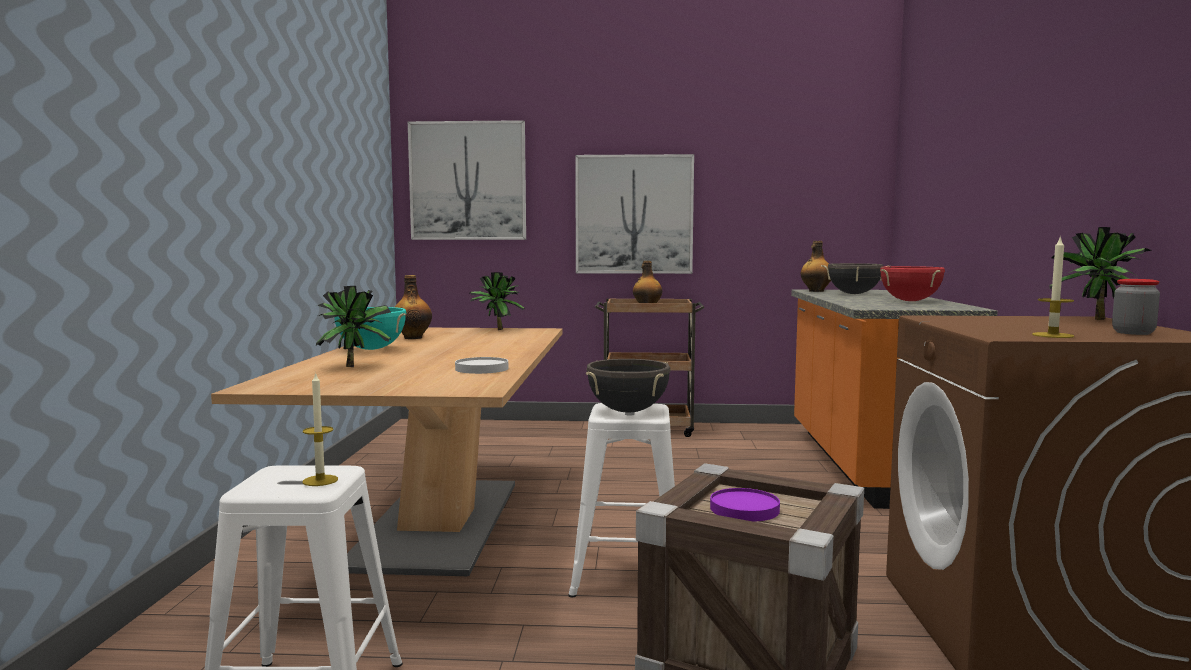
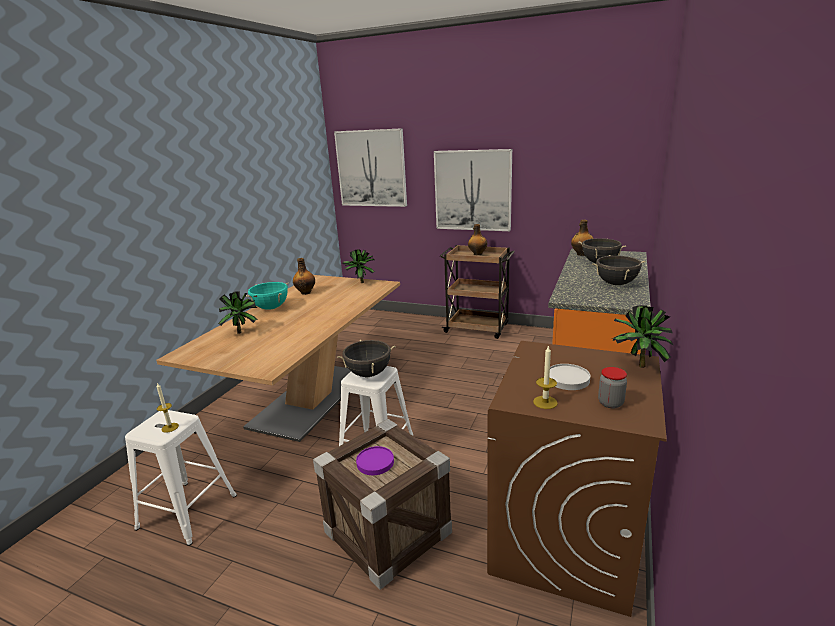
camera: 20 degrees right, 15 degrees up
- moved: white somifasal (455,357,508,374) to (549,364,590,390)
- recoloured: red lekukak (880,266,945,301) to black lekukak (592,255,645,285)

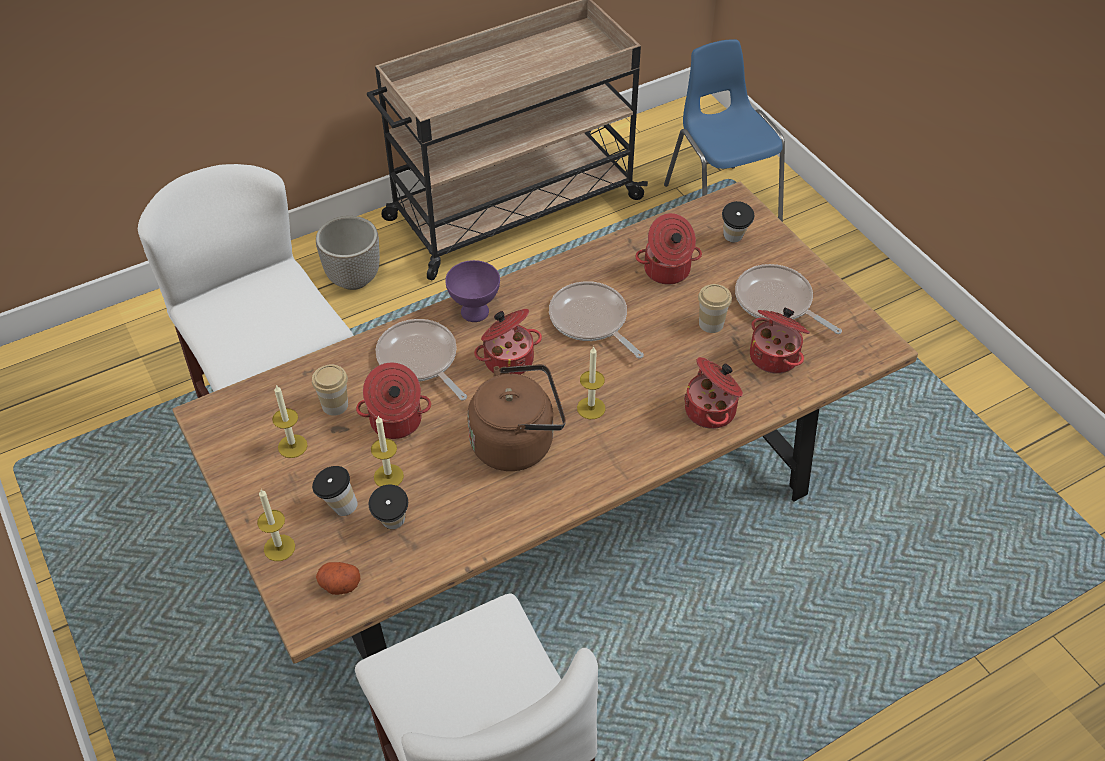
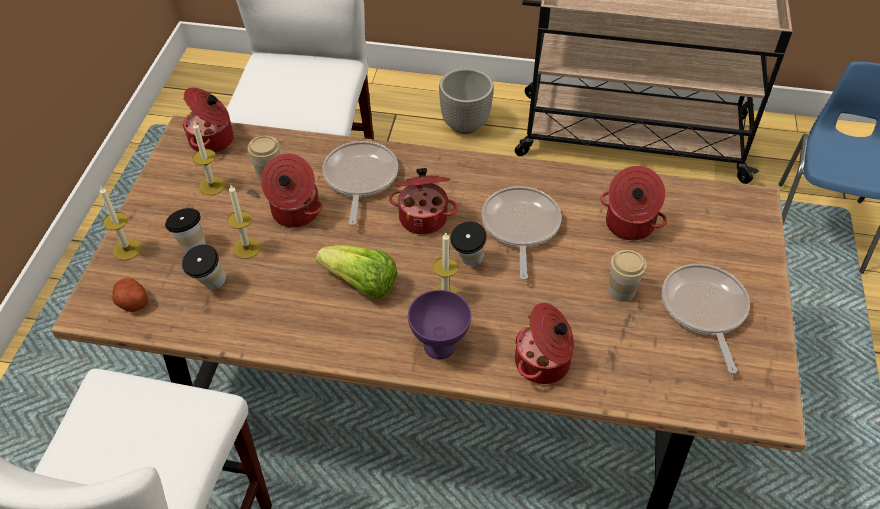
camera: 40 degrees right, 0 degrees up
- moved: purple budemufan (445,260,500,322) to (408,290,471,359)
- moved: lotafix (722,201,754,243) to (450,222,487,266)
- moved: lekukak (750,307,810,374) to (182,87,233,153)
- replaced: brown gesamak (467,364,566,471) to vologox (316,245,397,298)

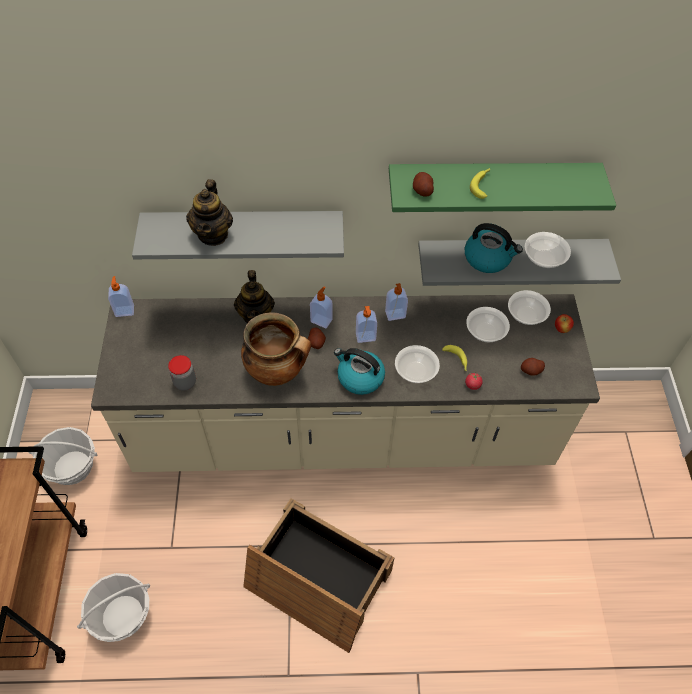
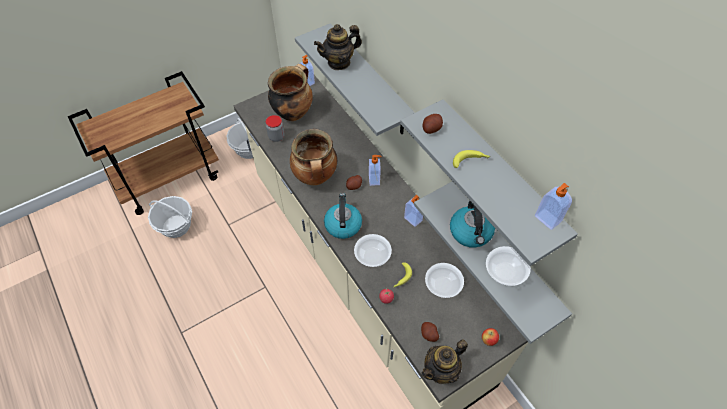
camera: 60 degrees right, 0 degrees up
- removed: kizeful (243,498,395,653)
- removed: budemufan (508,290,551,325)
- added: lekukak (268,64,313,121)
- moved: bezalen (234,270,275,323) to (421,339,468,384)
- moved: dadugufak (356,306,377,343) to (535,183,572,230)
- recoloured: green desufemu (389,163,616,212) to grey desufemu (400,99,578,266)

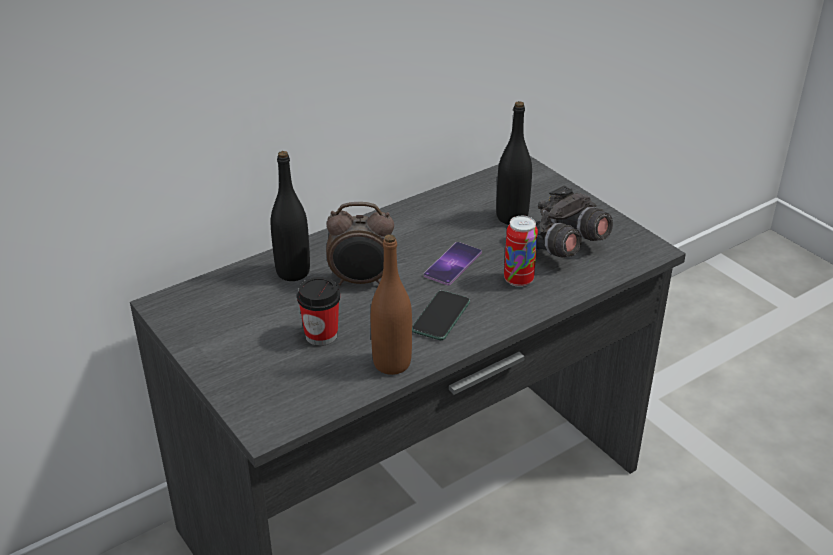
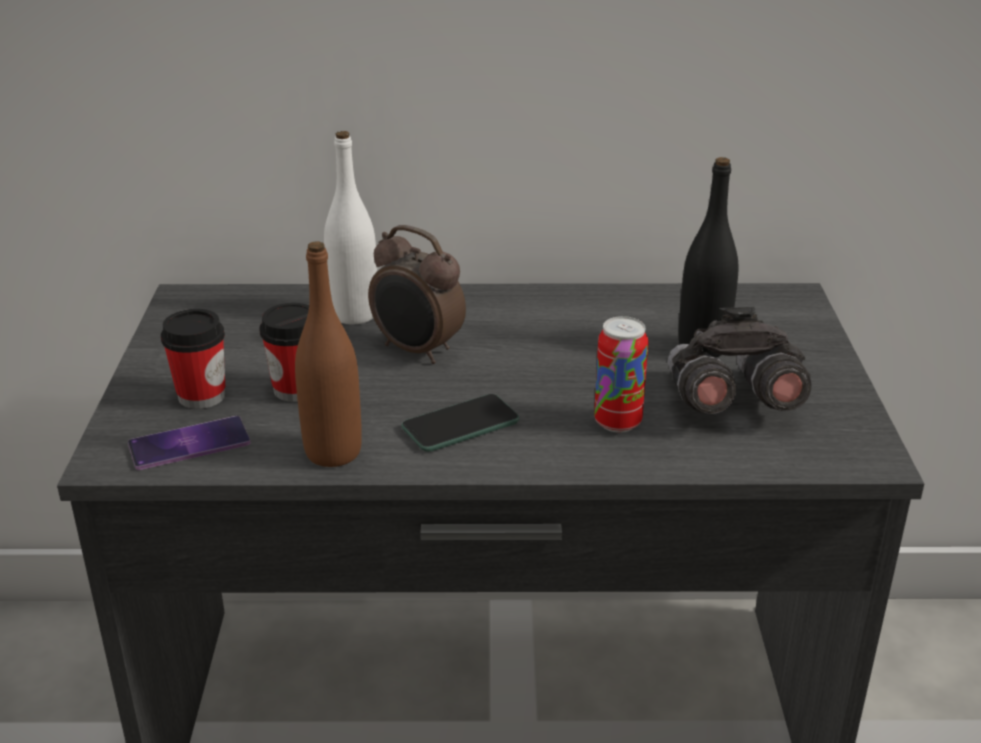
camera: 35 degrees right, 5 degrees down
- added: lotafix (161,309,225,409)
- moved: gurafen (424,242,482,286) to (128,416,250,470)
- recoloured: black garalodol (271,151,310,281) to white garalodol (324,131,377,325)

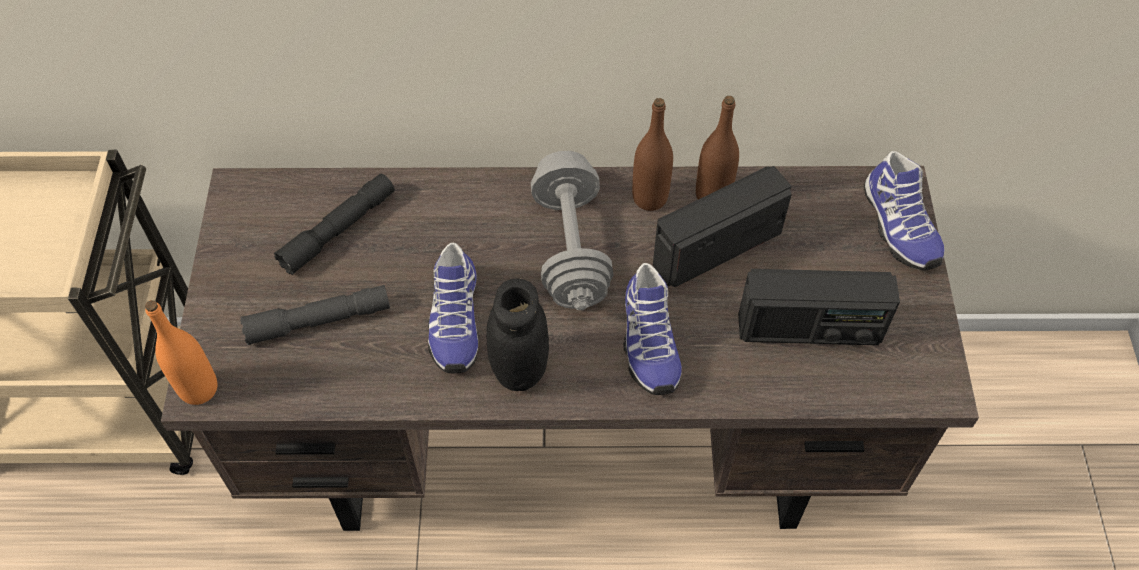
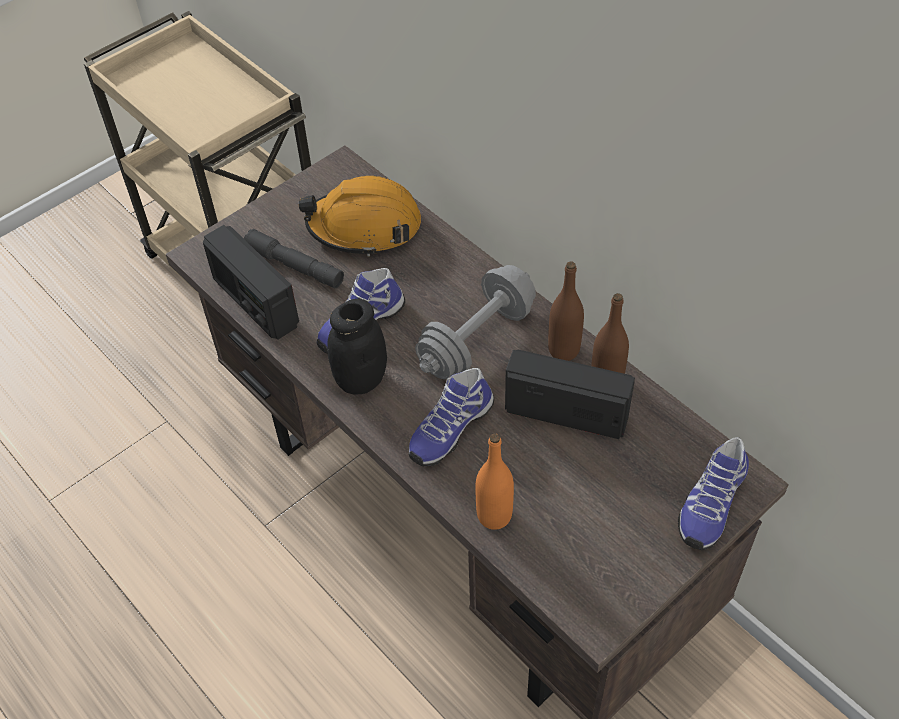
camera: 50 degrees right, 5 degrees down
- moved: orange garalodol (145,300,218,405) to (475,433,514,530)
- moved: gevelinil (738,269,900,345) to (203,225,299,340)
- replaced: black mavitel (274,174,395,275) to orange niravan (299,176,421,256)

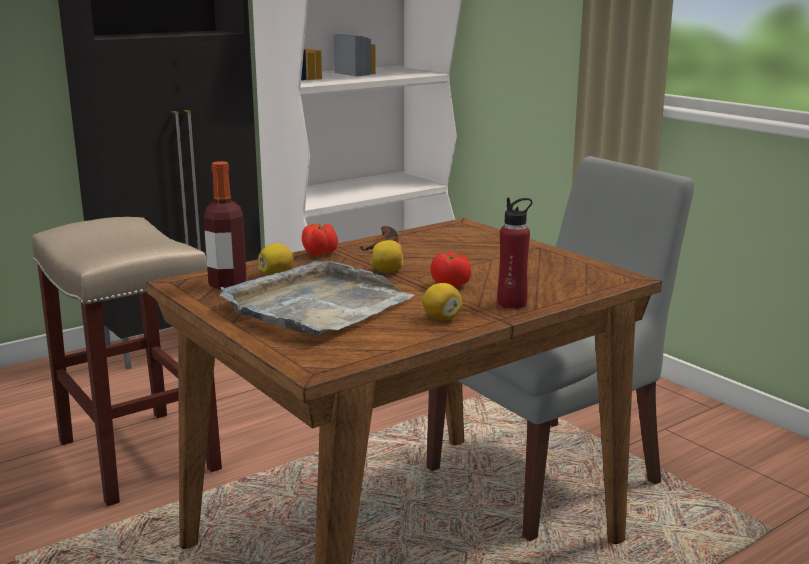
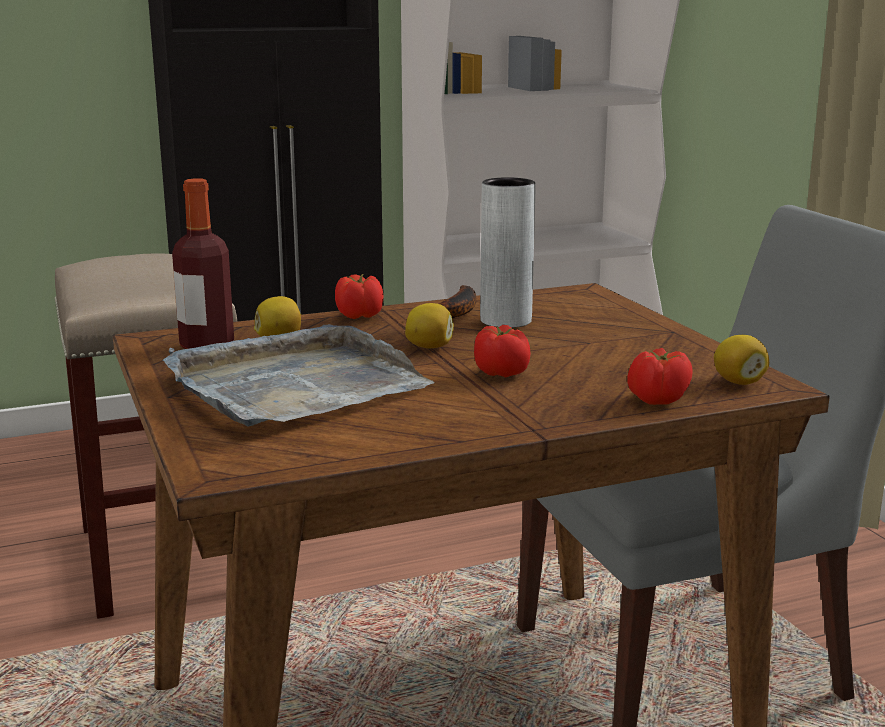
camera: 15 degrees right, 0 degrees up
- removed: red garalodol (497,198,532,309)
- added: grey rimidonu (480,177,536,328)
- added: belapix (627,348,693,405)
- moved: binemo (422,283,463,320) to (714,335,769,385)

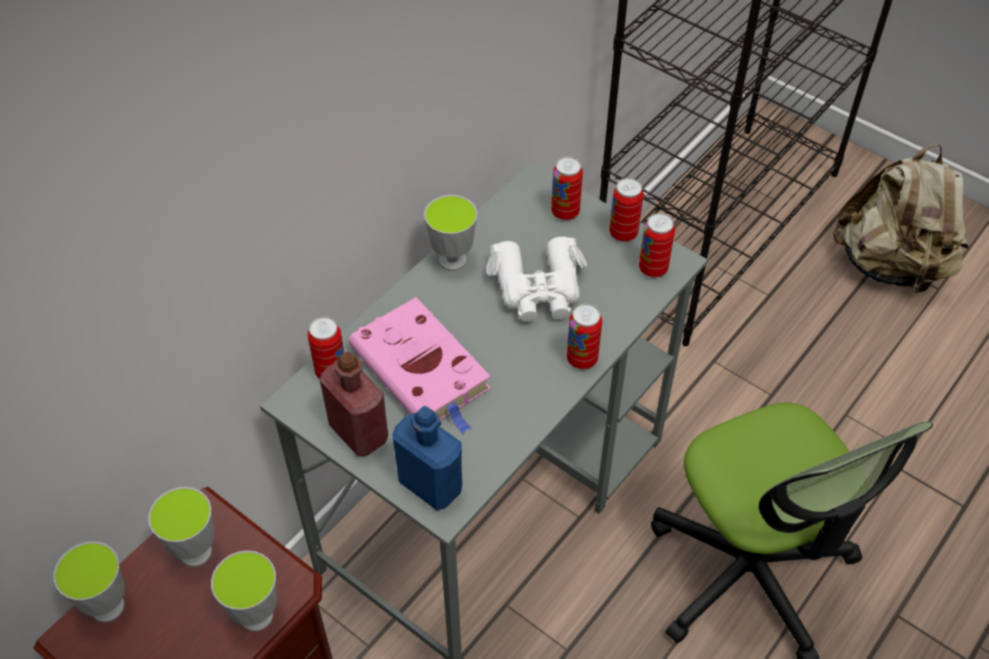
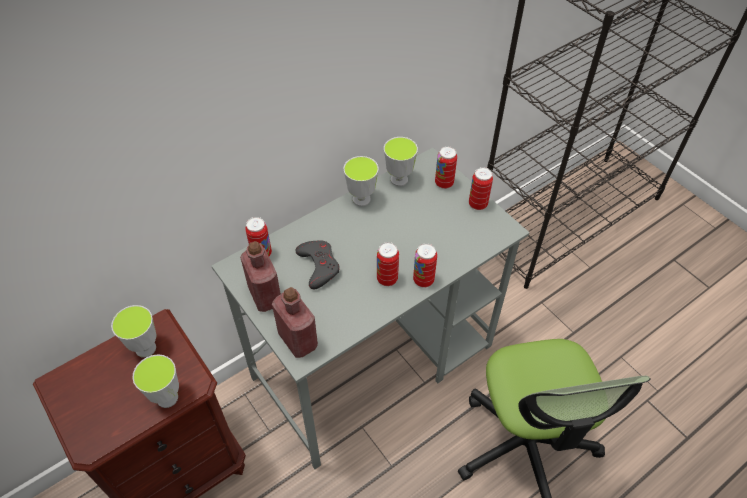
camera: 15 degrees right, 0 degrees up
- removed: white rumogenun (486,237,587,322)
- removed: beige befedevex (833,144,969,296)
- moved: lotafix (54,542,125,622) to (384,137,418,186)
- moved: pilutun (639,213,675,278) to (377,242,399,286)
- replaced: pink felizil (349,297,491,434) to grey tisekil (295,240,340,289)
- recoloured: blue garalodol (393,406,462,510) to red garalodol (272,287,318,358)

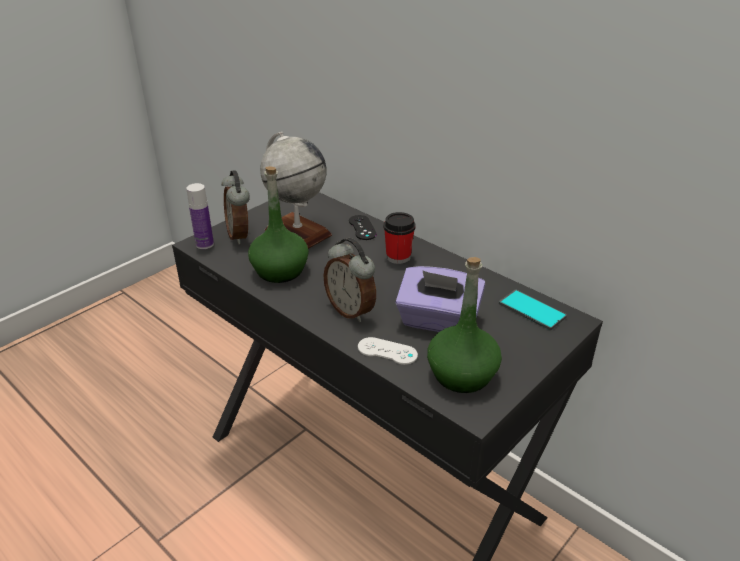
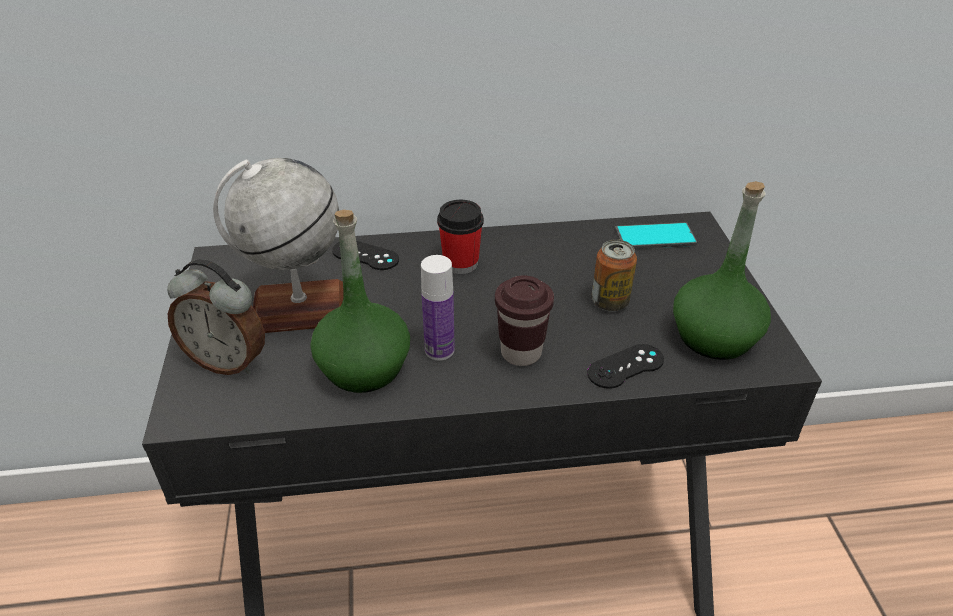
camera: 50 degrees left, 5 degrees up
- moved: garalodol (186,183,214,249) to (421,255,455,360)
- replaced: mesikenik (324,238,376,322) to brown lotafix (495,276,554,366)
- replaced: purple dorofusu (395,266,485,332) to pilutun (591,239,637,311)
- recoloured: white tisekil (358,337,418,365) to black tisekil (587,344,664,389)

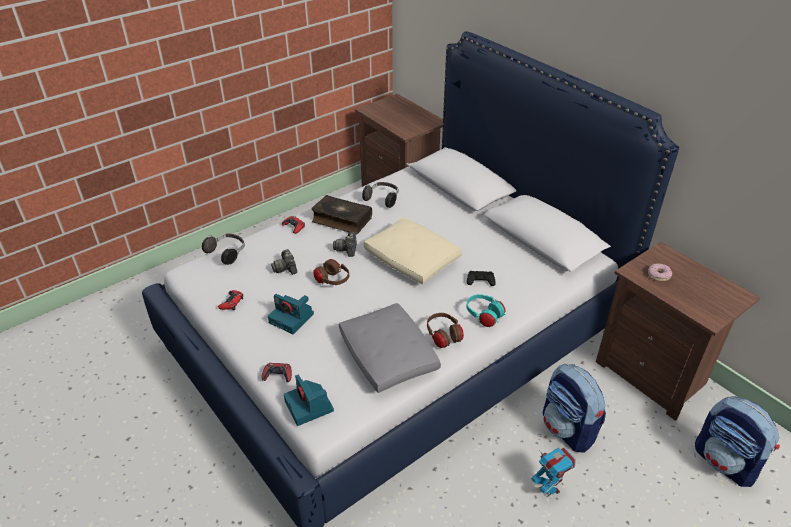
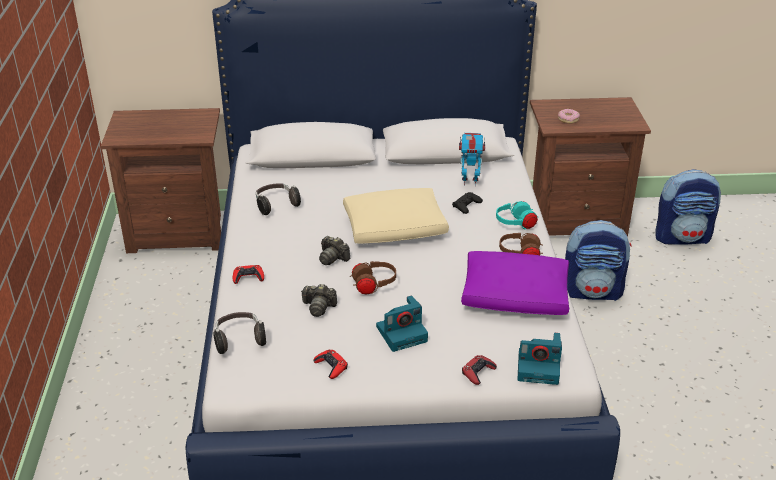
camera: 55 degrees left, 5 degrees down
- removed: felizil (311,195,372,234)
- moved: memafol (532,447,576,497) to (459,133,485,187)
- recoloured: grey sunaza (339,303,441,393) to purple sunaza (461,251,569,315)

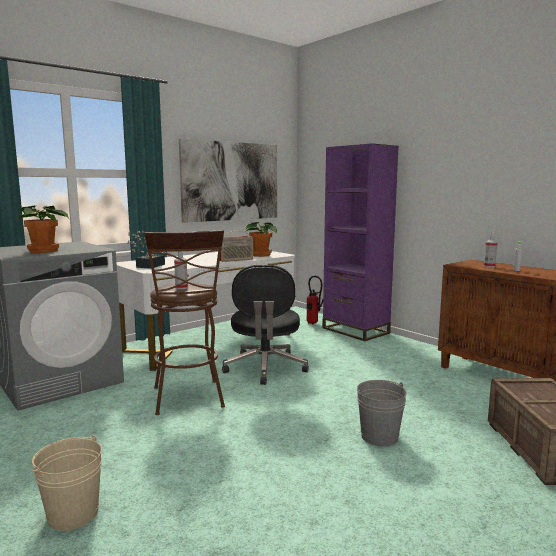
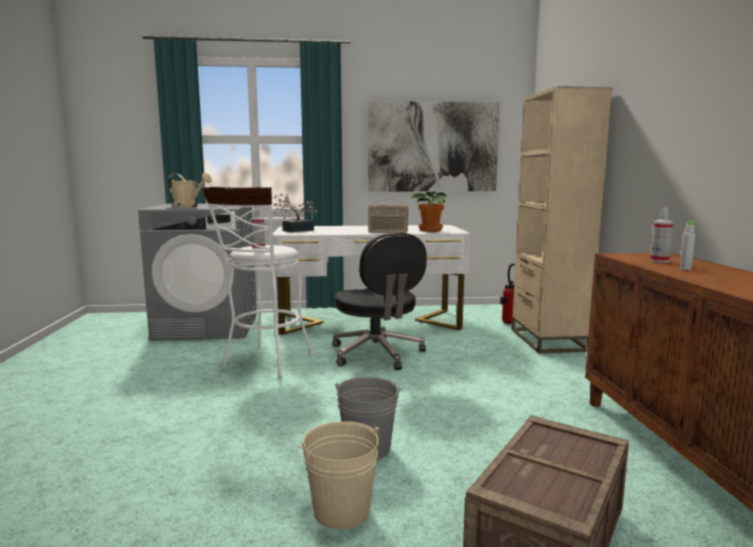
camera: 35 degrees right, 0 degrees up
- moved: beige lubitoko (31,435,102,531) to (298,421,379,530)
- replaced: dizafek (18,206,69,253) to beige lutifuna (168,173,212,208)
- recoloured: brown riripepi (144,230,225,415) to white riripepi (203,186,313,378)
- recoloured: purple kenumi (322,143,399,341) to beige kenumi (512,86,612,353)
- turned: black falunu (222,265,309,385) = (332,233,427,370) 60 degrees counterclockwise

